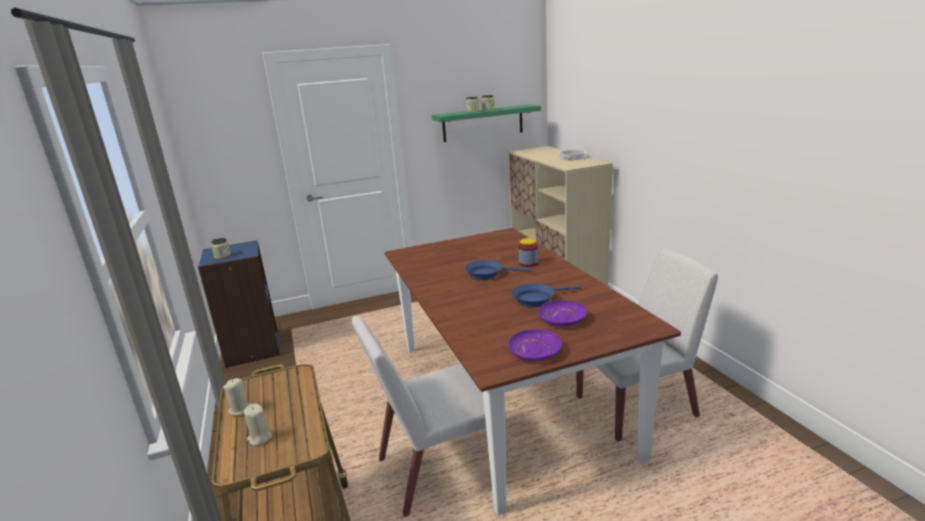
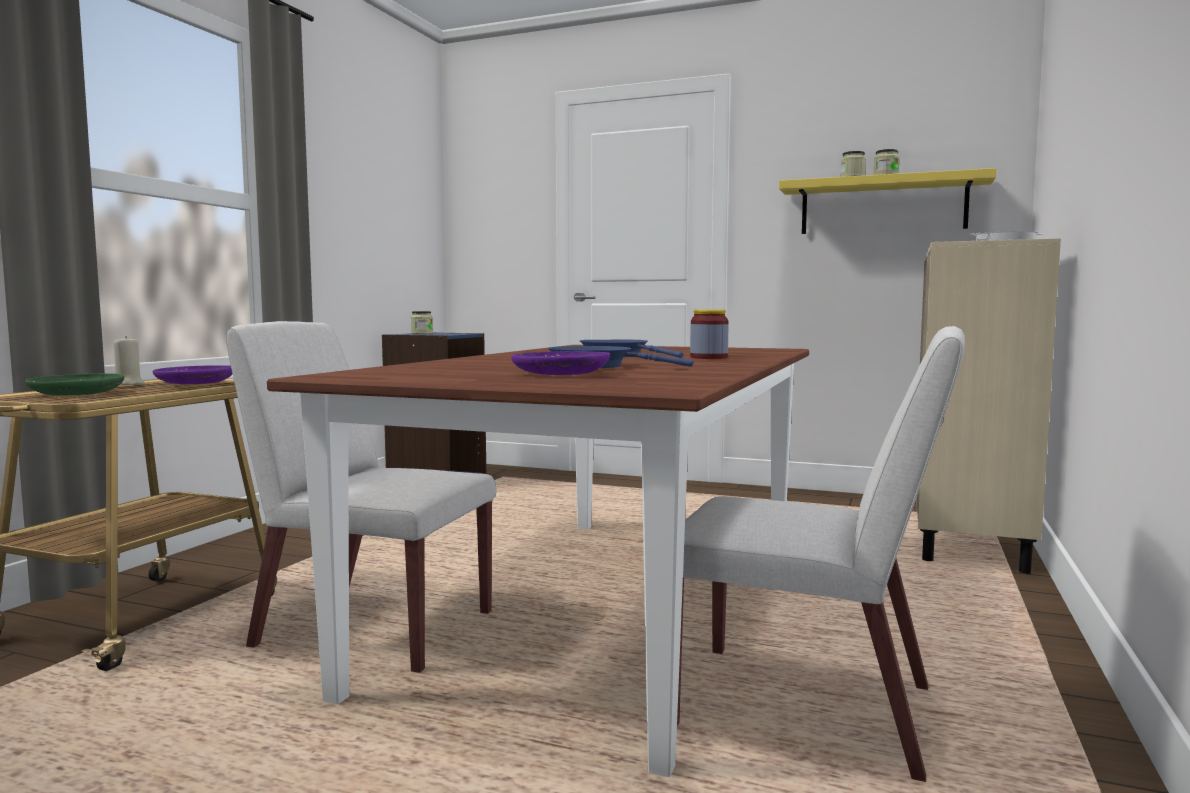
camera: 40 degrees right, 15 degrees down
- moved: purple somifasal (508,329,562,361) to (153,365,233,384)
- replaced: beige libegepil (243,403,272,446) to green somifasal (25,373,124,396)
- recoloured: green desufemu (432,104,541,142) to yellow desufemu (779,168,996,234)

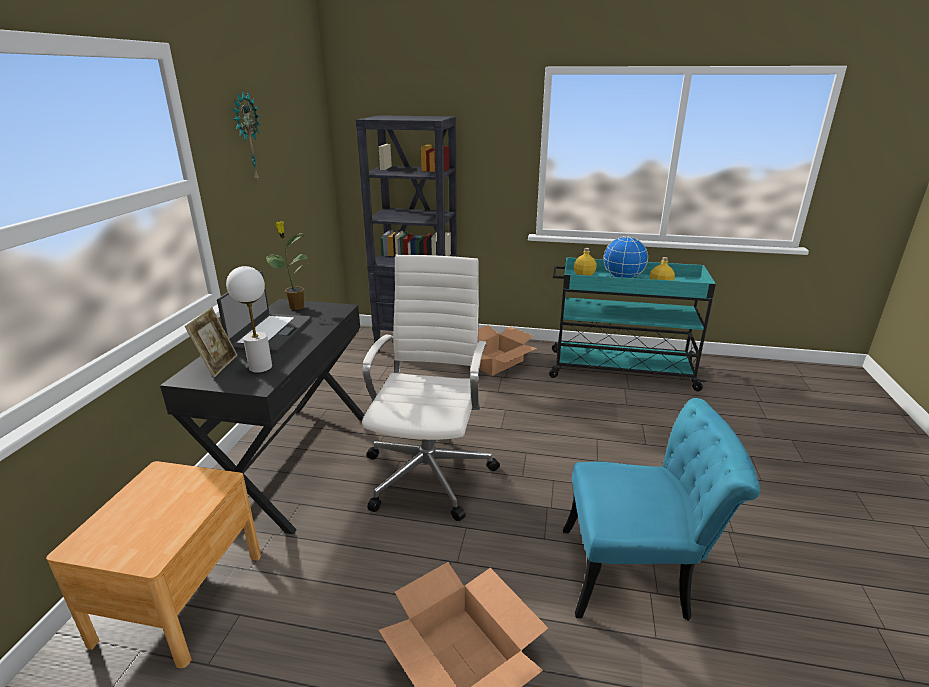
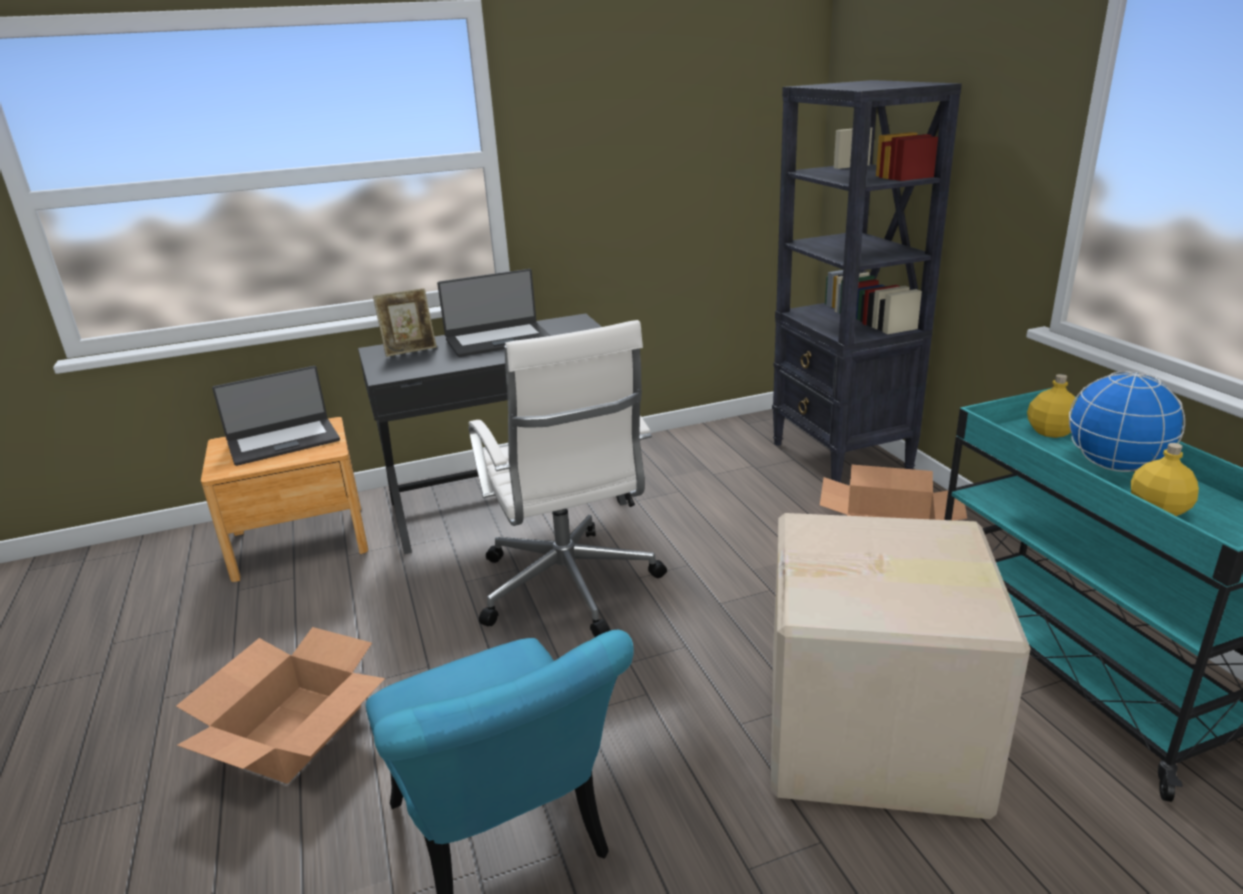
camera: 60 degrees right, 0 degrees up
- removed: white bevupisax (226,266,272,373)
- removed: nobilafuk (232,91,260,183)
- removed: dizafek (266,221,309,310)
- added: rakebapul (212,366,340,466)
- added: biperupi (771,513,1031,819)
- turned: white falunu (362,255,500,521) = (469,320,667,637) 90 degrees clockwise

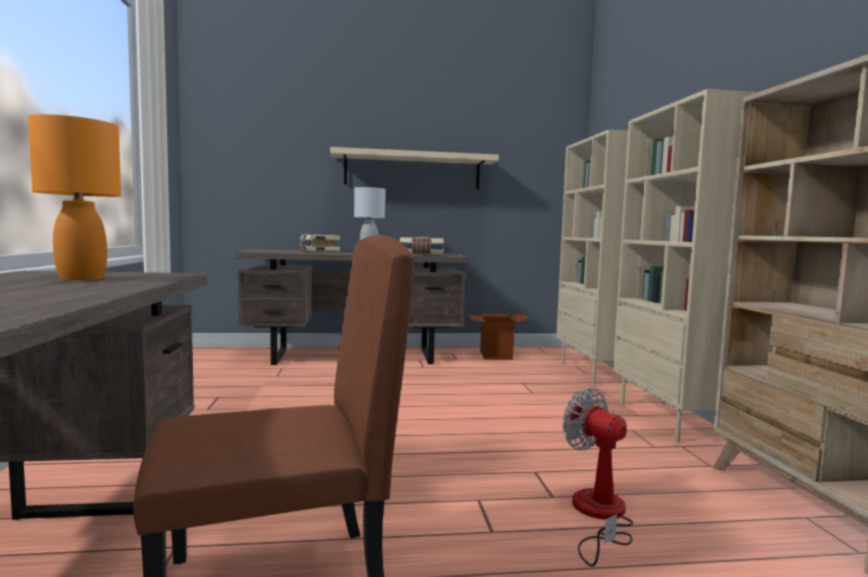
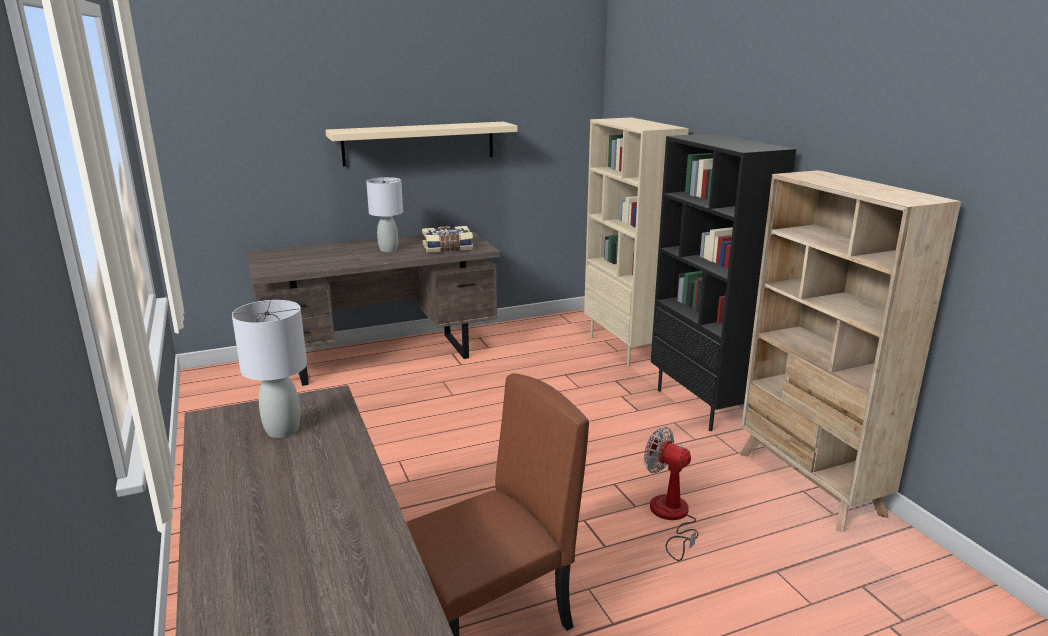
camera: 15 degrees left, 15 degrees up
- removed: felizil (300,234,340,251)
- removed: biperupi (468,313,528,360)
- recoloured: orange bevupisax (28,114,121,281) to grey bevupisax (232,300,307,438)
- recoloured: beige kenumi (613,89,758,442) to black kenumi (651,133,796,431)

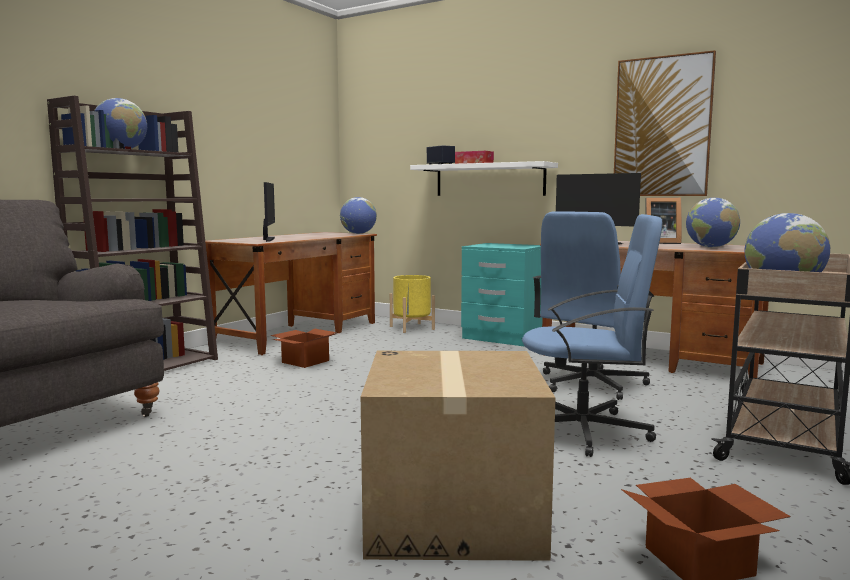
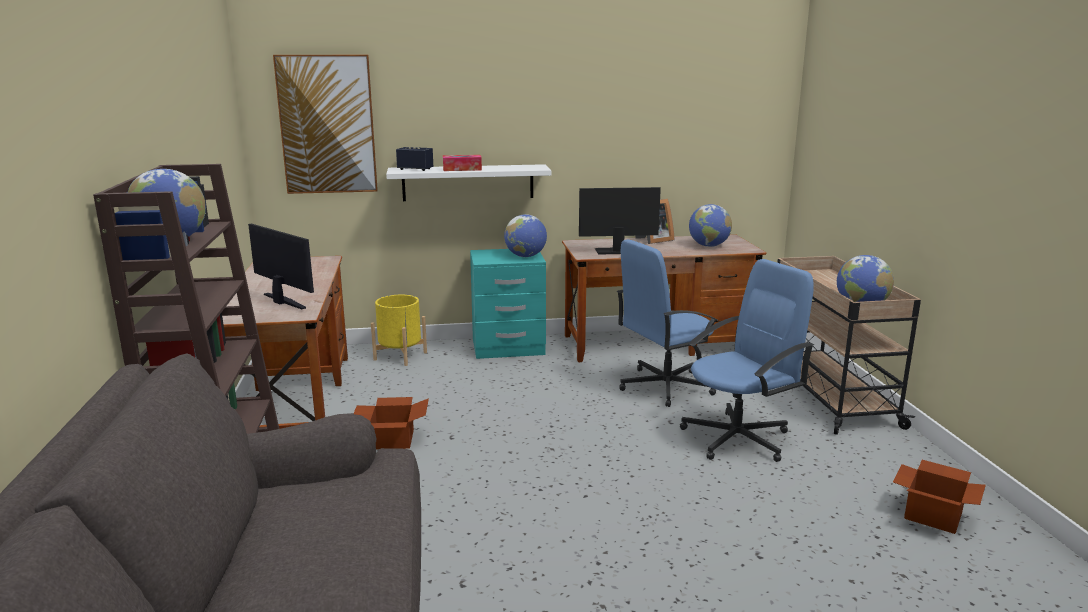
camera: 40 degrees left, 10 degrees up
- removed: biperupi (361,351,556,561)
- moved: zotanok (340,197,377,234) to (504,214,547,257)
- moved: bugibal (614,50,716,196) to (273,55,378,194)
- turned: blue falunu (533,211,654,400) = (617,239,718,407) 60 degrees clockwise

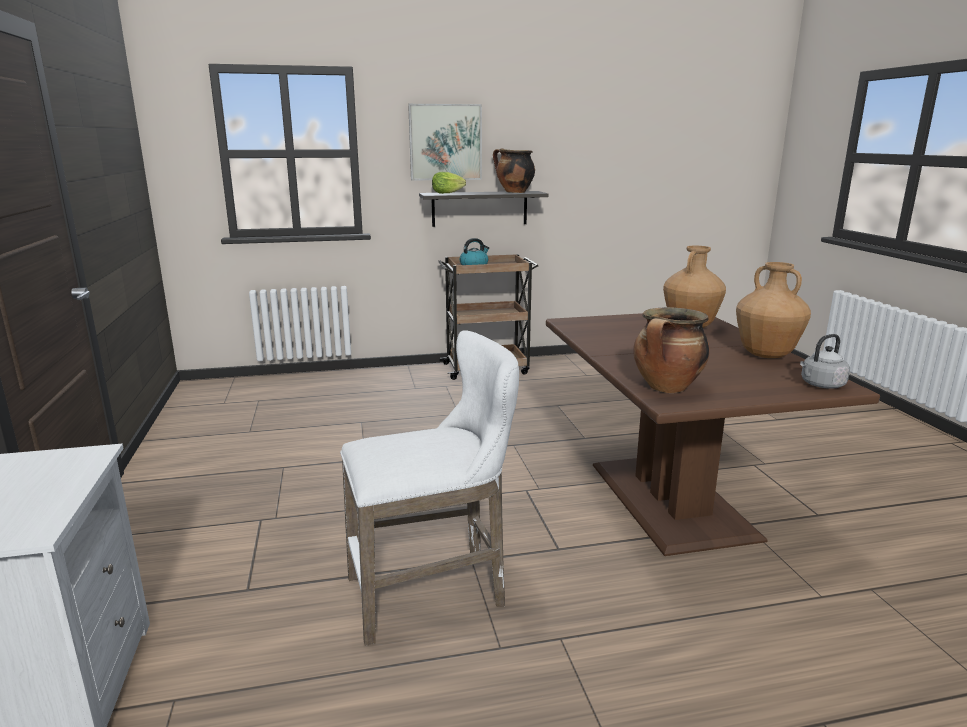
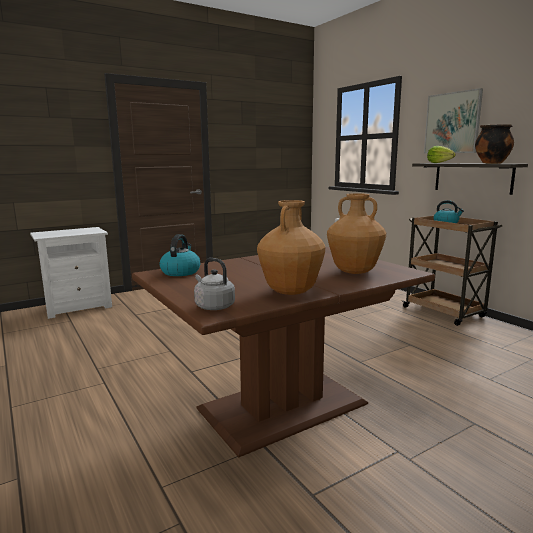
camera: 70 degrees right, 5 degrees down
- removed: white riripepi (340,330,519,646)
- replaced: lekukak (633,307,710,393) to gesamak (160,234,200,276)

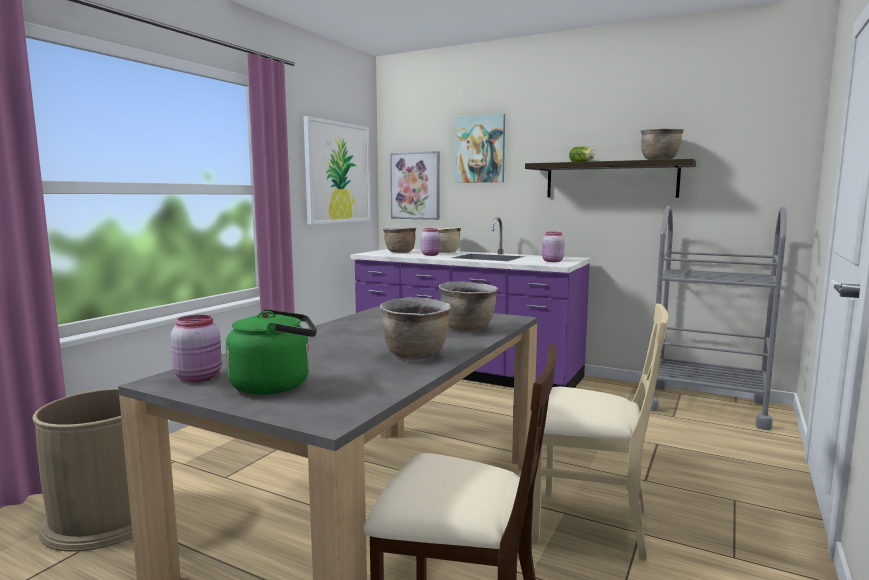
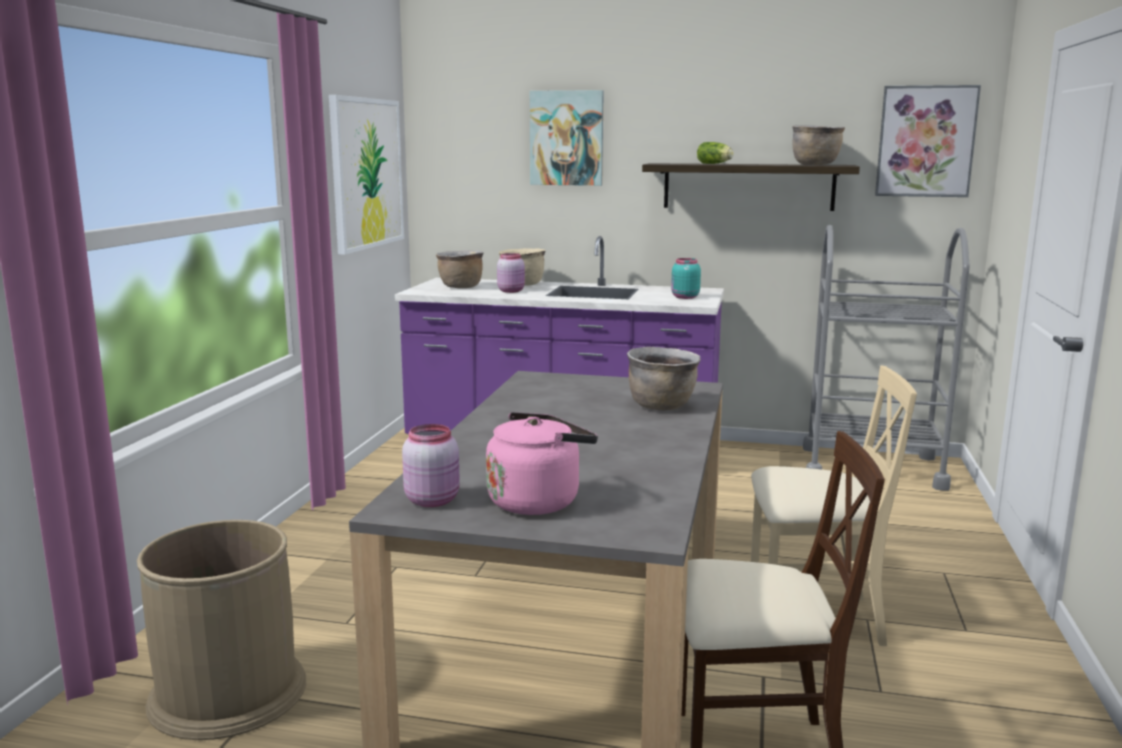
camera: 15 degrees left, 5 degrees up
- removed: brown lekukak (380,297,451,360)
- moved: bugibal (390,151,440,220) to (875,85,981,197)
- recoloured: green gesamak (226,309,317,395) to pink gesamak (486,412,598,515)
- recoloured: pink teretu (542,232,565,262) to turquoise teretu (671,258,701,299)

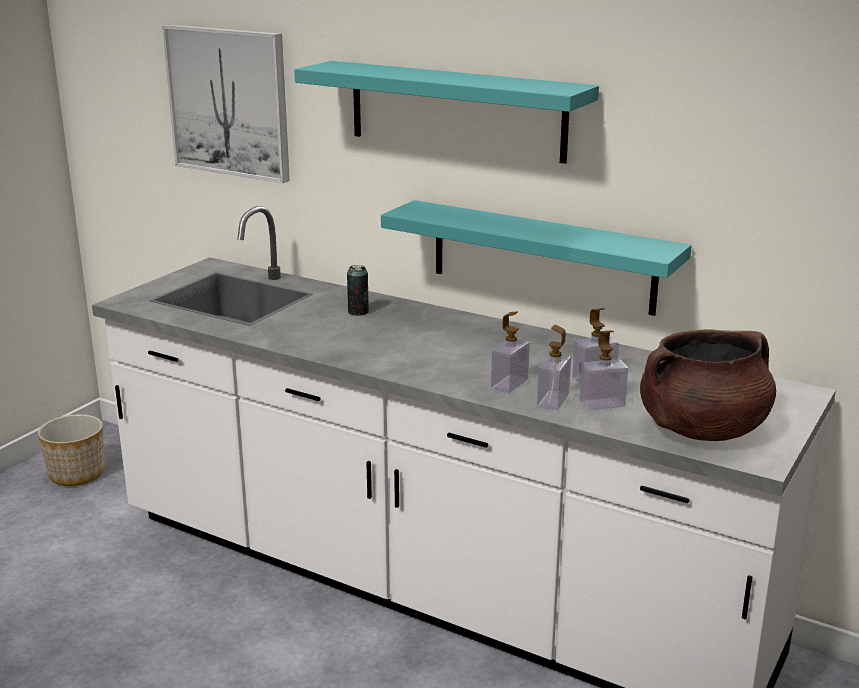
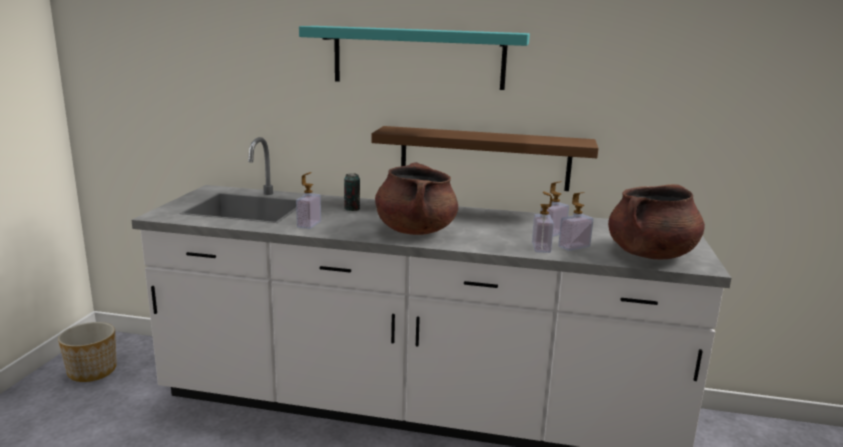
camera: 20 degrees left, 5 degrees down
- removed: bugibal (162,25,290,183)
- added: brown lekukak (375,162,458,235)
- moved: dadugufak (491,311,530,393) to (296,172,321,229)
- recoloured: turquoise desufemu (381,200,692,316) to brown desufemu (371,126,598,191)

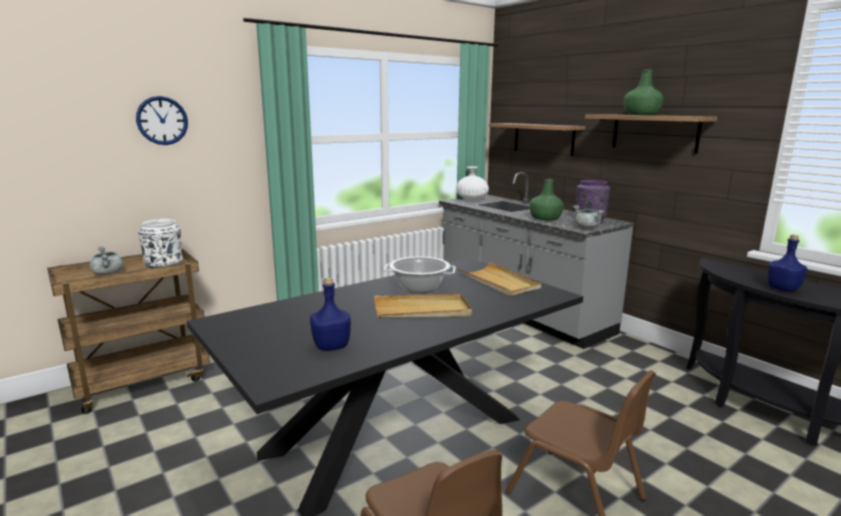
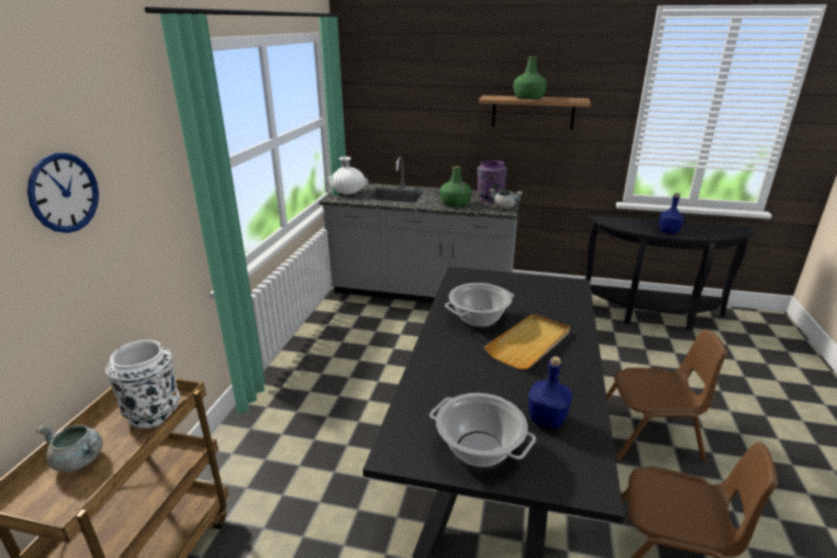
camera: 40 degrees left, 10 degrees up
- removed: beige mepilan (458,262,541,297)
- removed: desufemu (489,123,585,156)
- added: lekukak (430,393,536,467)

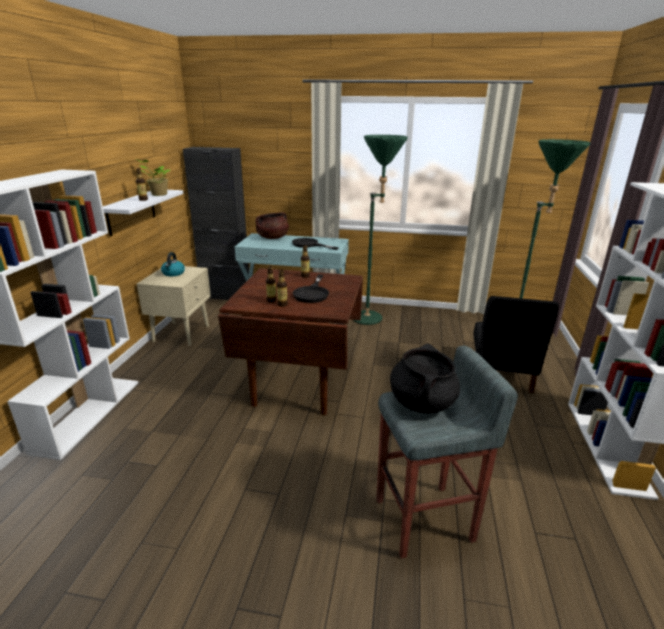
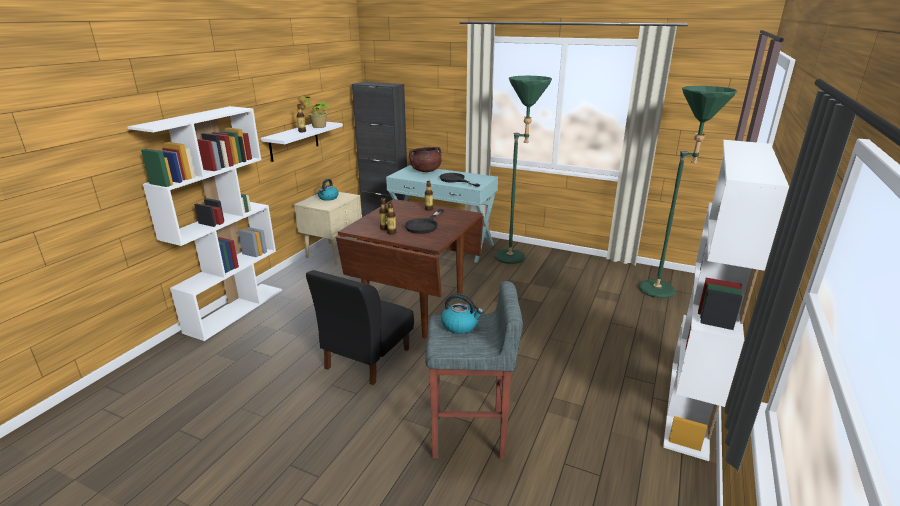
camera: 15 degrees right, 0 degrees up
- moved: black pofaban (474,296,559,393) to (306,270,414,385)
- replaced: black lekukak (390,343,460,413) to gesamak (441,294,483,334)

